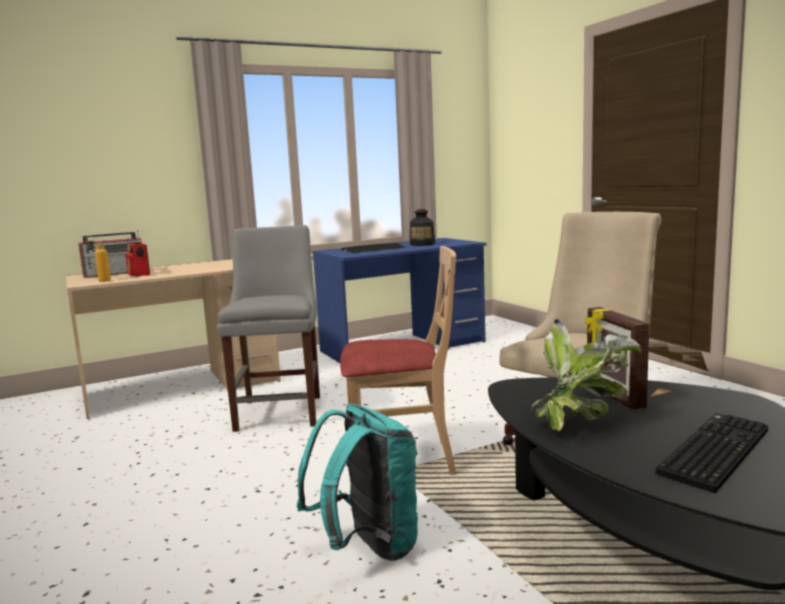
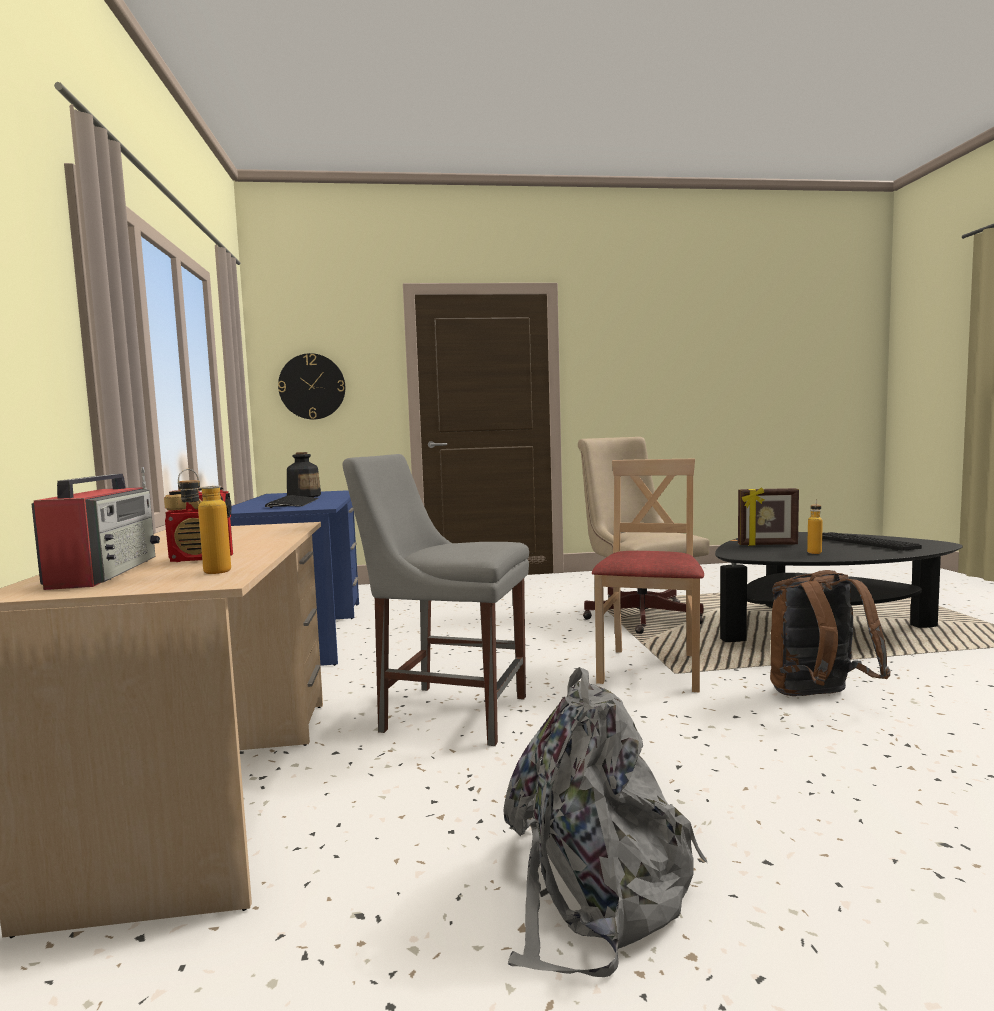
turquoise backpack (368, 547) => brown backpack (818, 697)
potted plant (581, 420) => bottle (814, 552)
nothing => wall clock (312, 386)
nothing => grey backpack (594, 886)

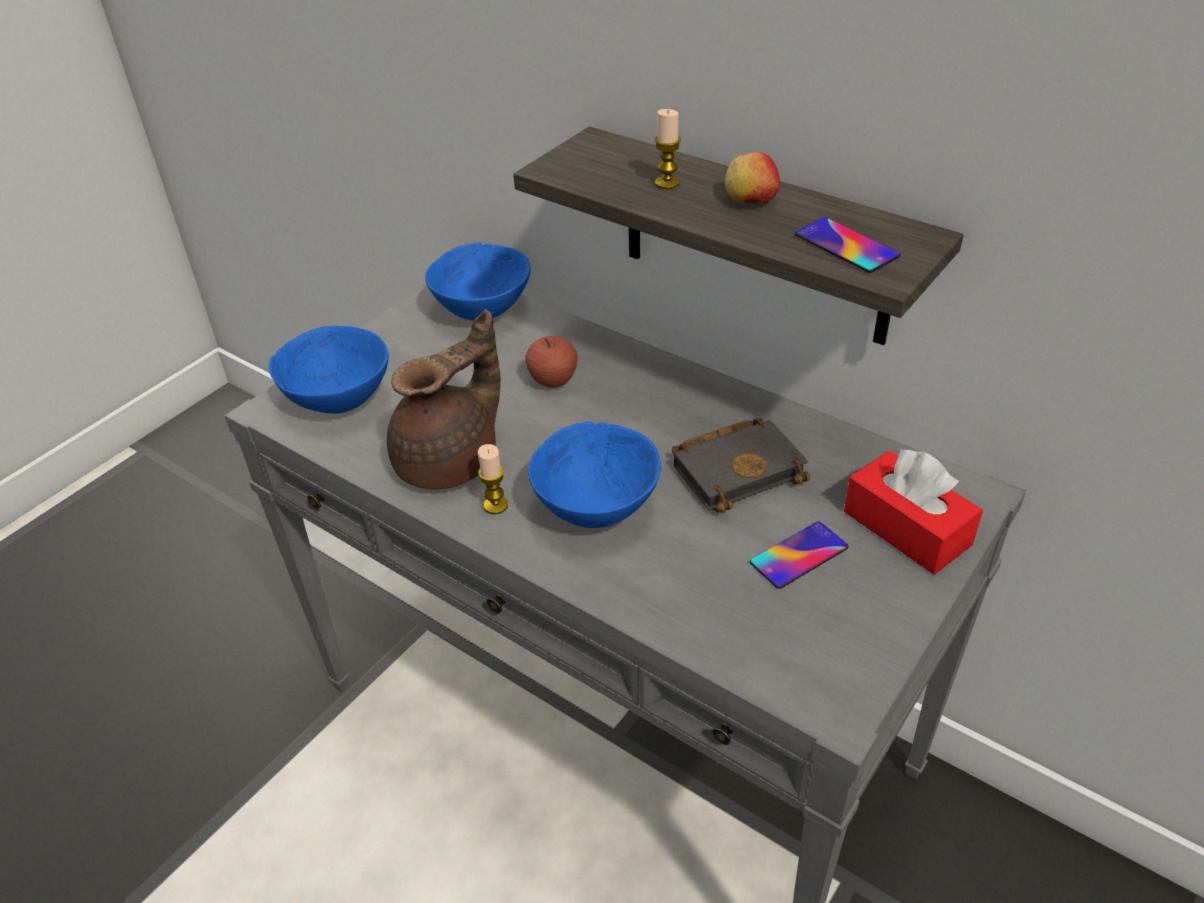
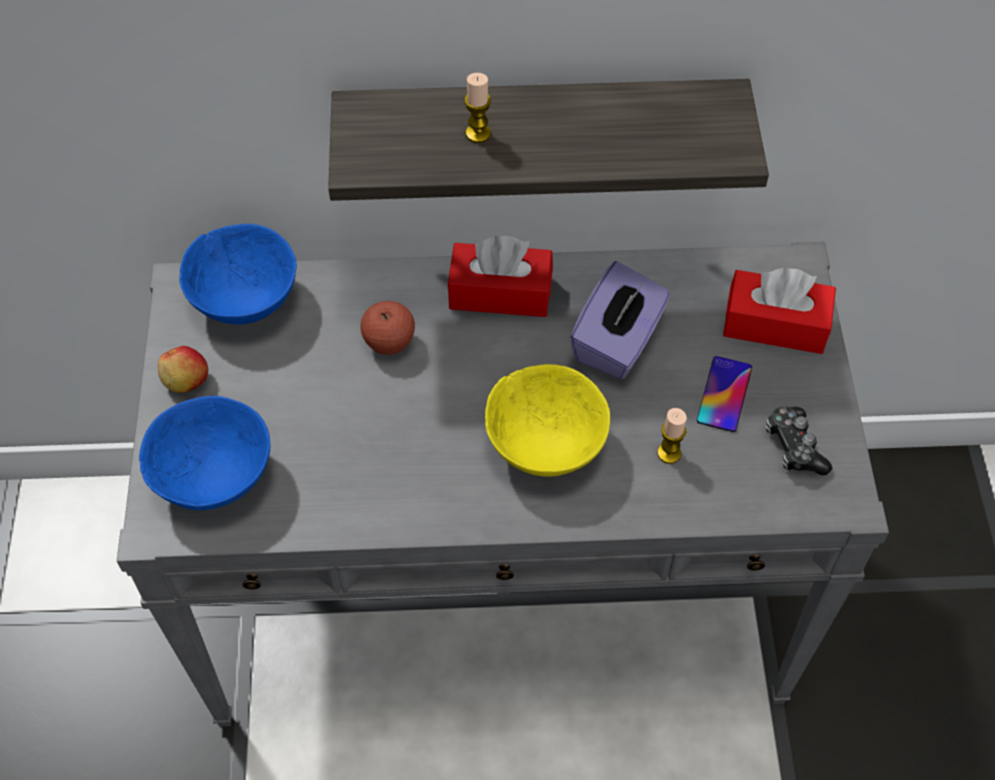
brown teapot (451, 460) => nothing
candle (495, 505) => candle (669, 453), moved
blue bowl (598, 509) => yellow bowl (547, 446)
black book (739, 468) => purple tissue box (618, 342)
apple (750, 200) => apple (186, 381), moved
phone (846, 245) => nothing
nothing => red tissue box (500, 293)
nothing => game controller (794, 447)

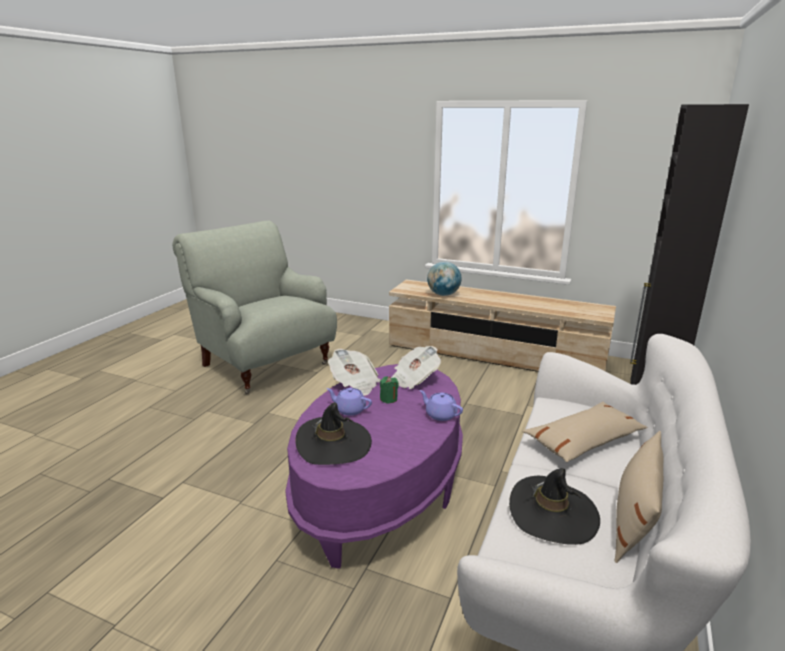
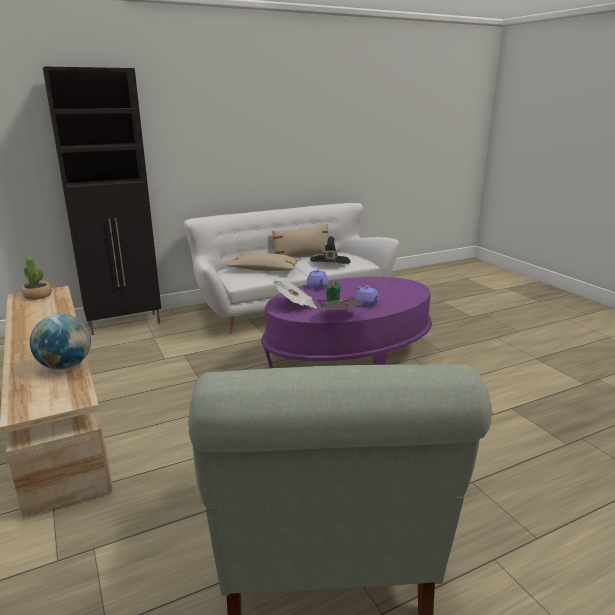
black hat (333, 444) => nothing
nothing => potted plant (38, 295)

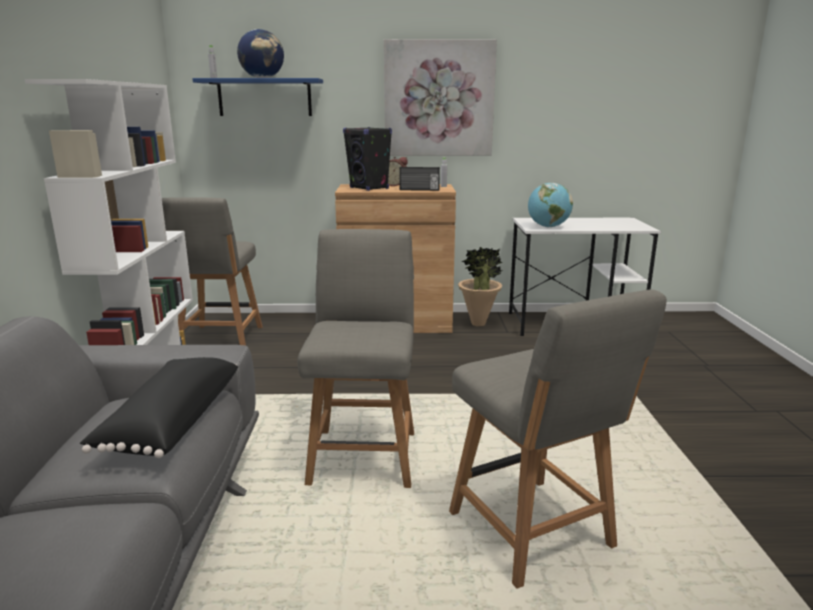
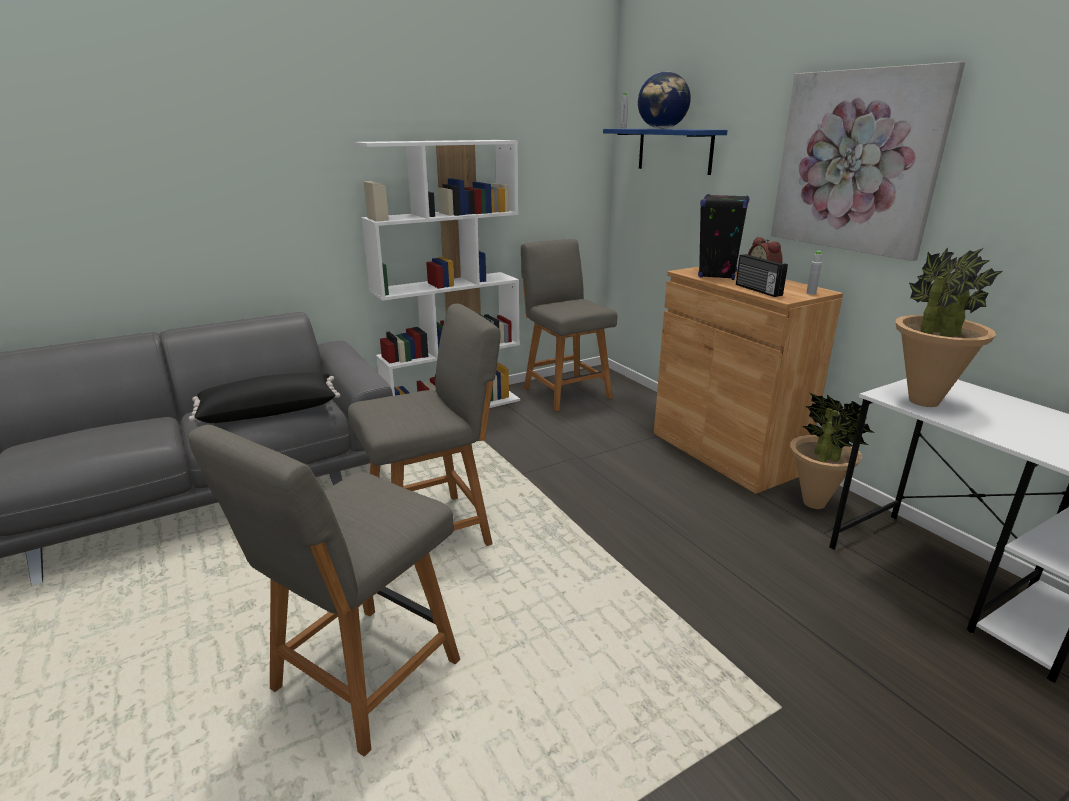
grey chair (220, 339) => grey chair (565, 392), 90 degrees clockwise
globe (548, 227) => potted plant (923, 401)

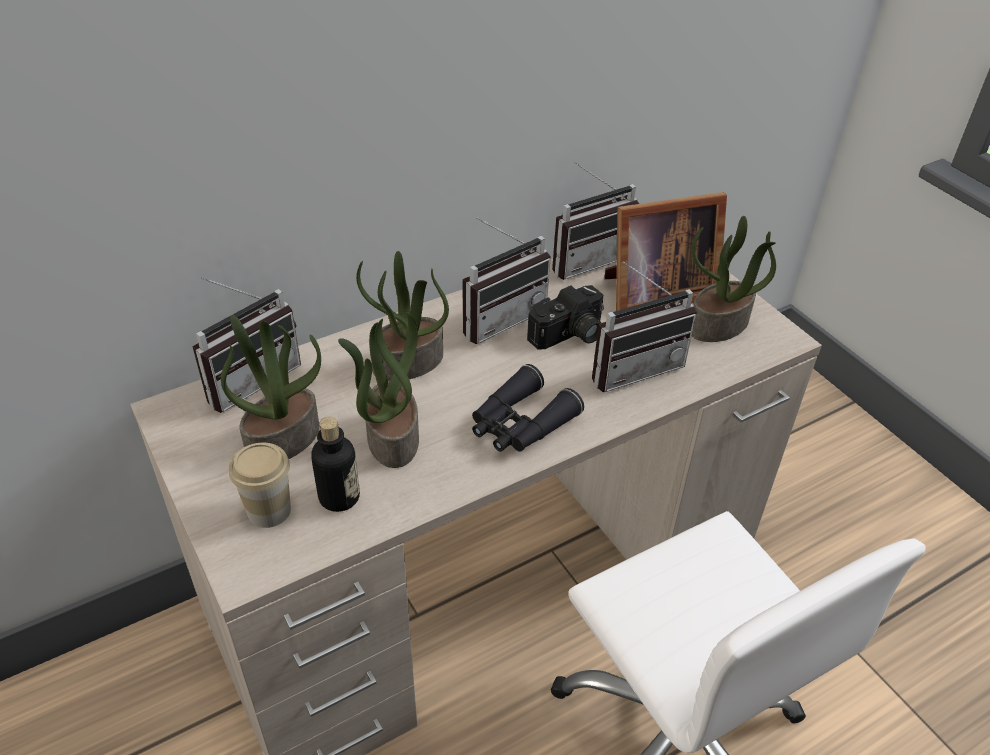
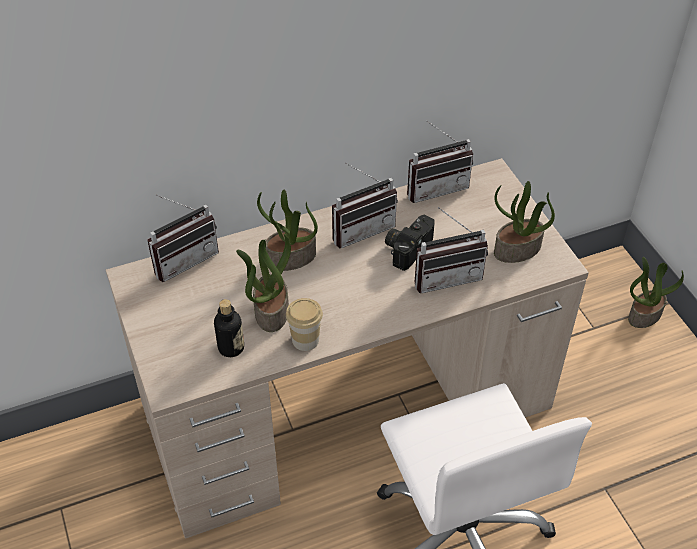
potted plant (283, 439) => potted plant (644, 314), moved
cup (269, 510) => cup (305, 340), moved
black binoculars (520, 424) => nothing
photo camera (569, 335) => photo camera (407, 248), 150 degrees clockwise
picture frame (654, 293) => nothing

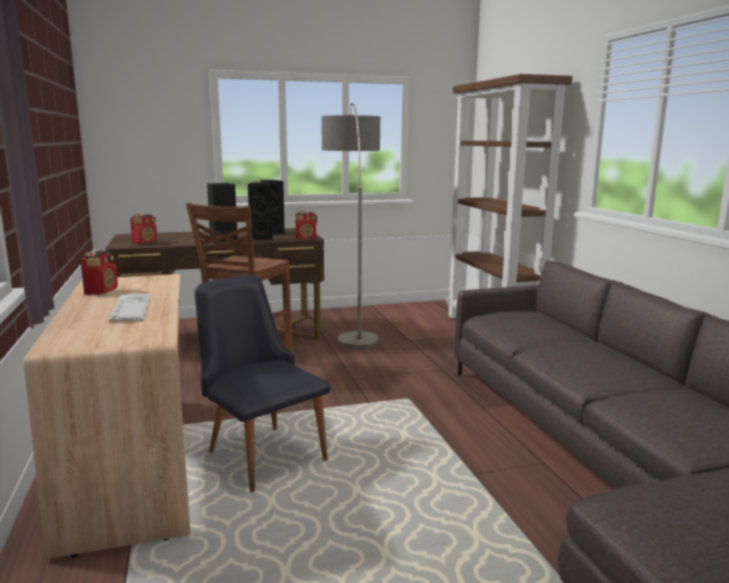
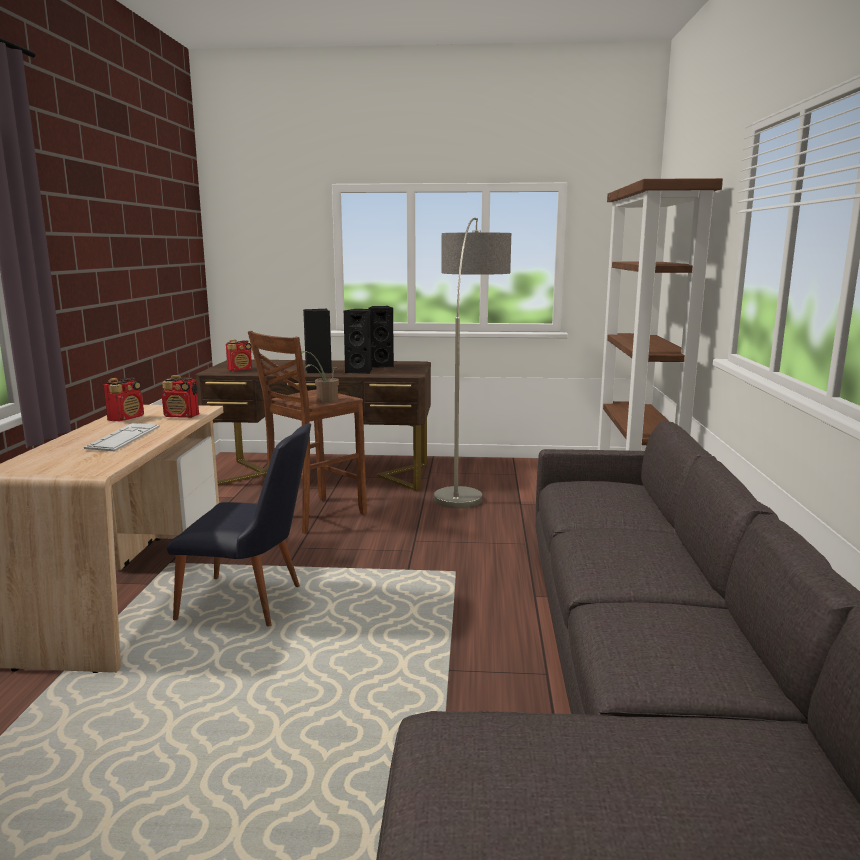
black chair (261, 452) => black chair (252, 604), 120 degrees clockwise
radio (306, 238) => radio (182, 416), moved
nothing => potted plant (324, 400)

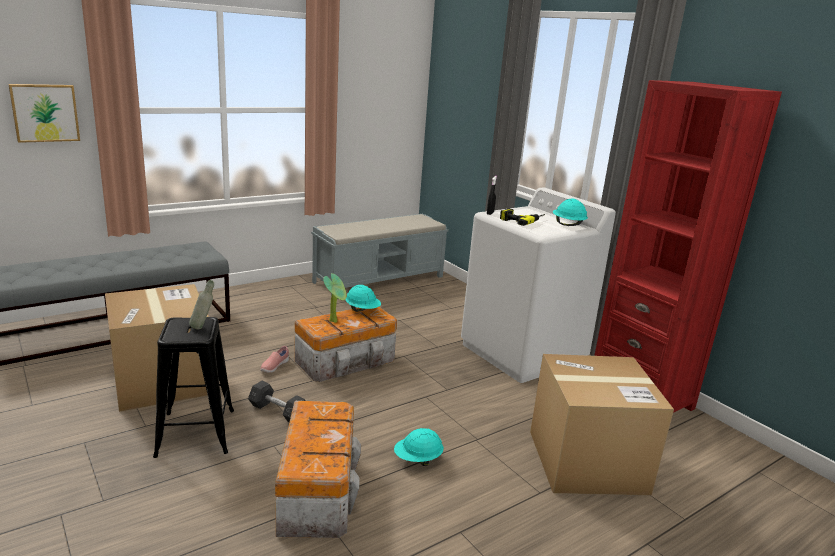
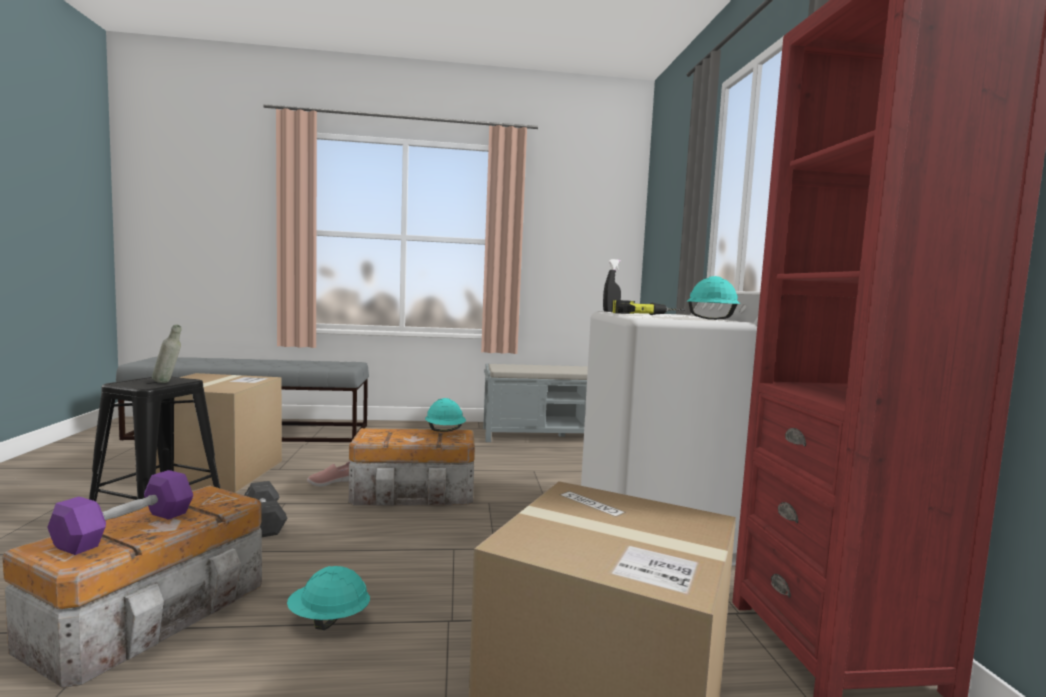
picture (45, 112) => nothing
potted plant (335, 320) => nothing
nothing => purple dumbbell (127, 529)

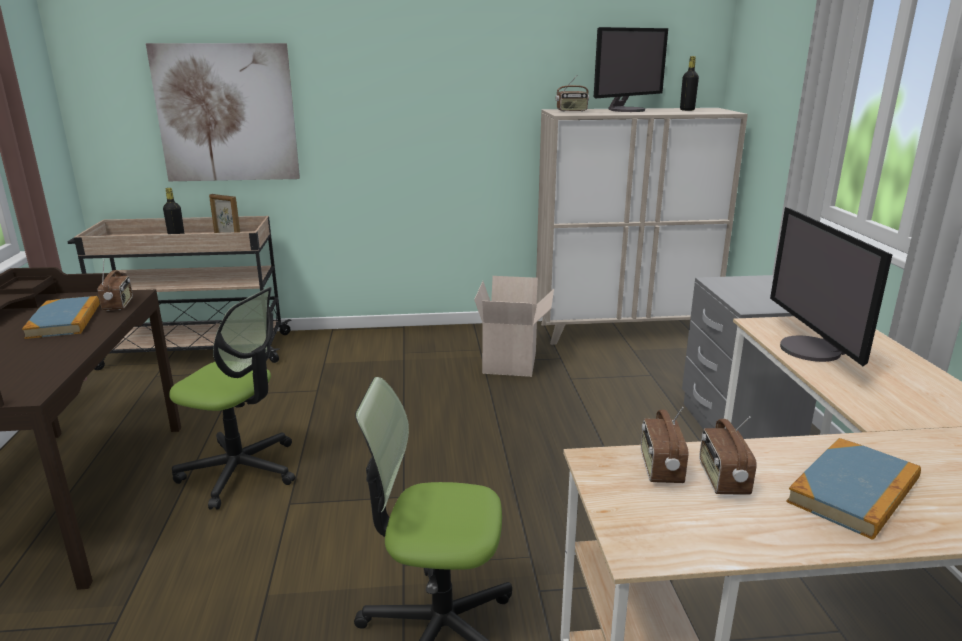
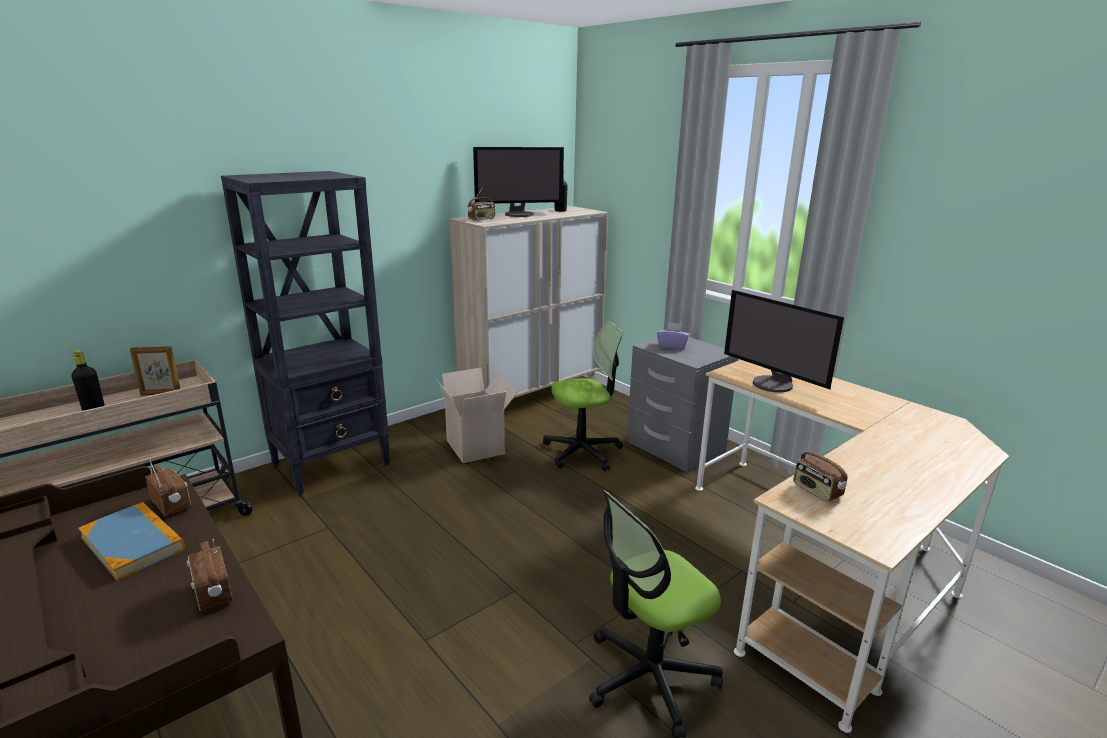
picture (226, 113) => nothing
office chair (240, 471) => office chair (582, 451), moved
monitor (627, 110) => monitor (519, 214), 60 degrees clockwise
radio (722, 479) => radio (212, 593), moved
book (854, 491) => nothing
nothing => black bookcase (332, 464)
nothing => purple tissue box (672, 346)

